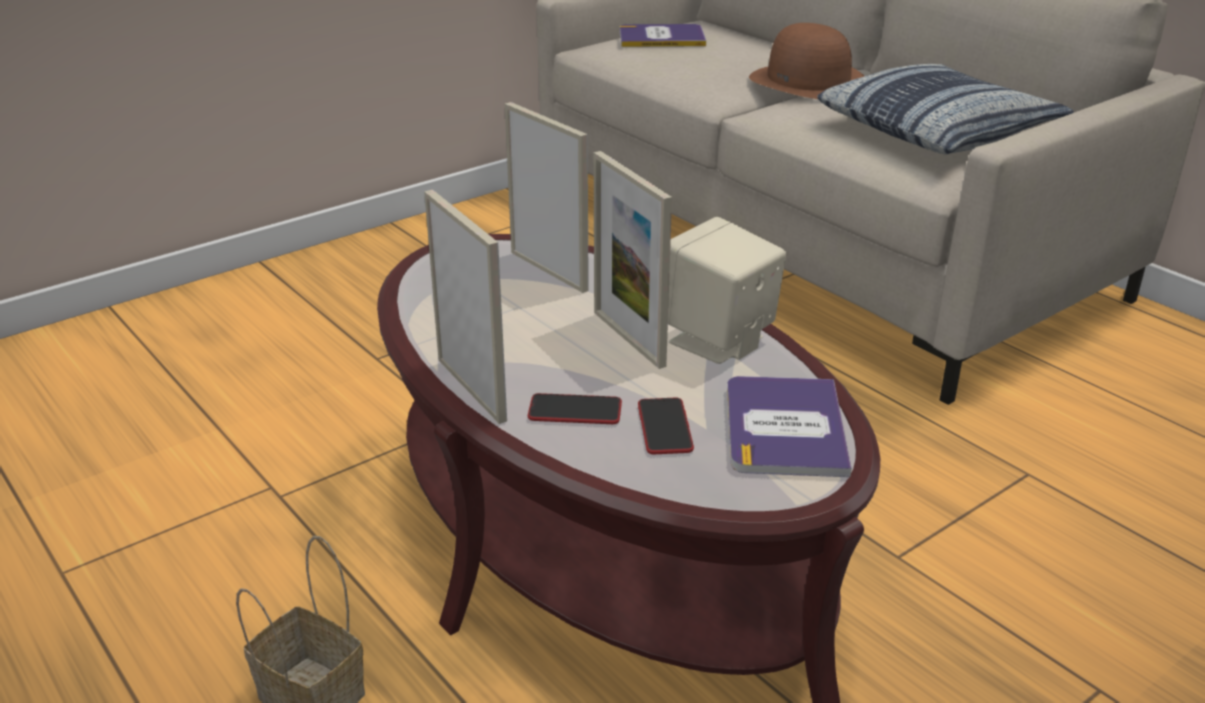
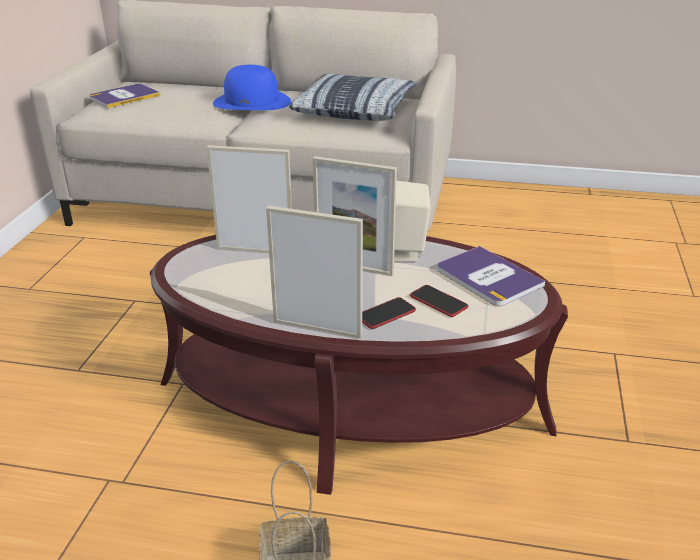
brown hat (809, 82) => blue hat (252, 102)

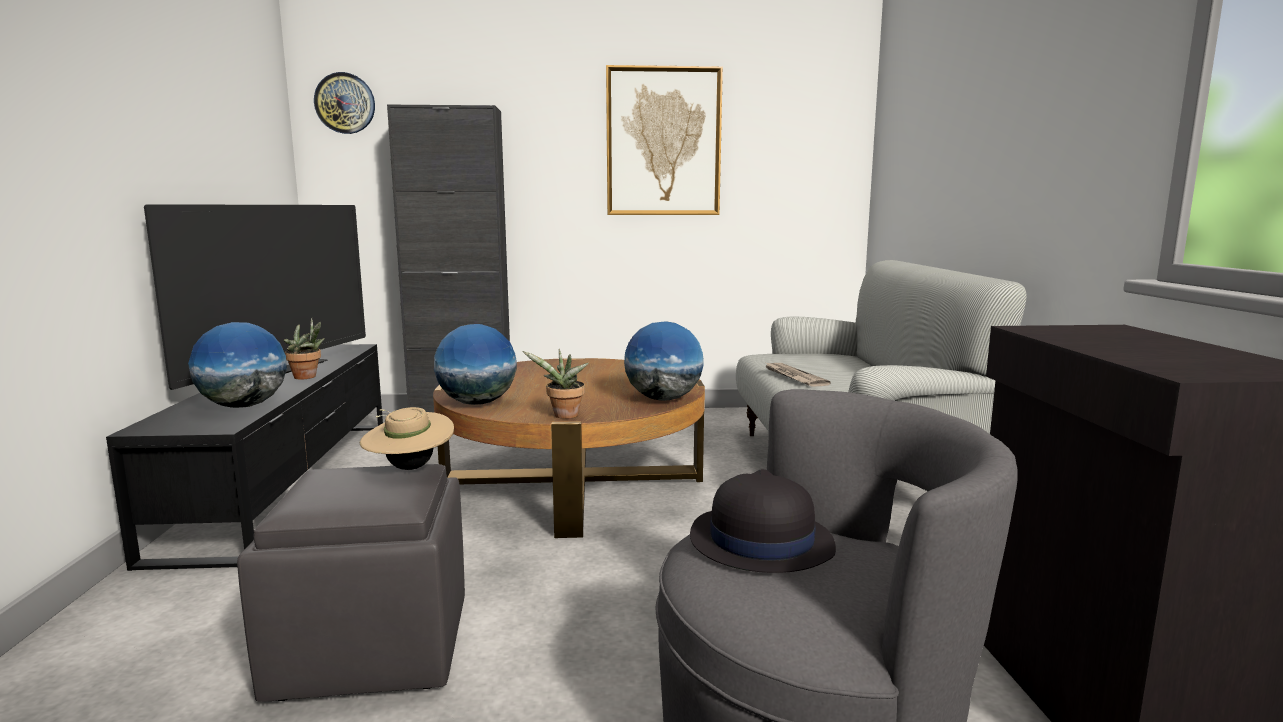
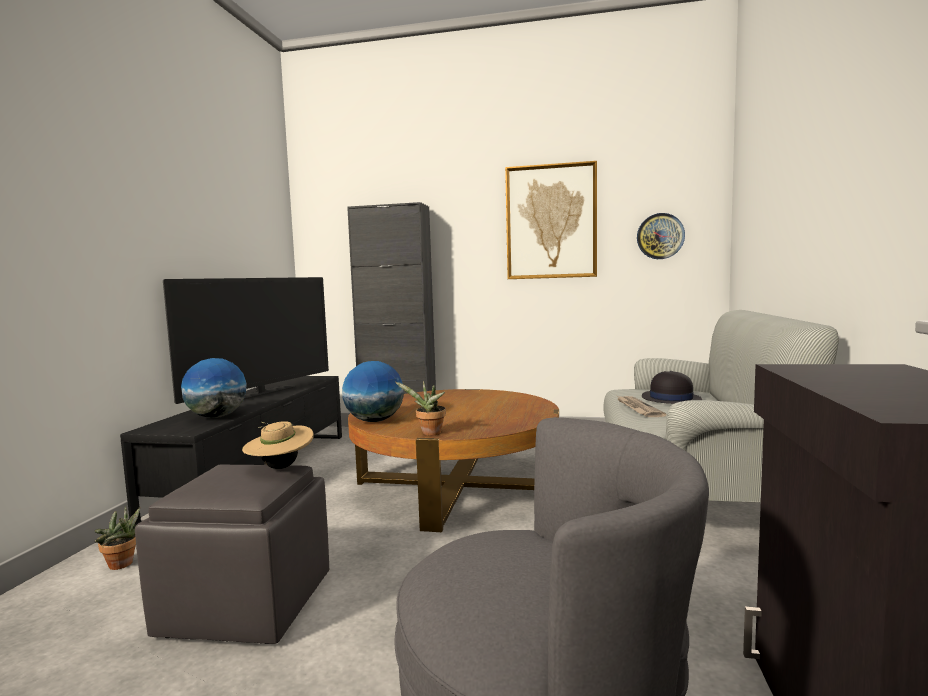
potted plant (308, 377) => potted plant (123, 565), moved
wall clock (345, 103) => wall clock (660, 236), moved
globe (663, 399) => nothing
black hat (760, 541) => black hat (670, 399), moved

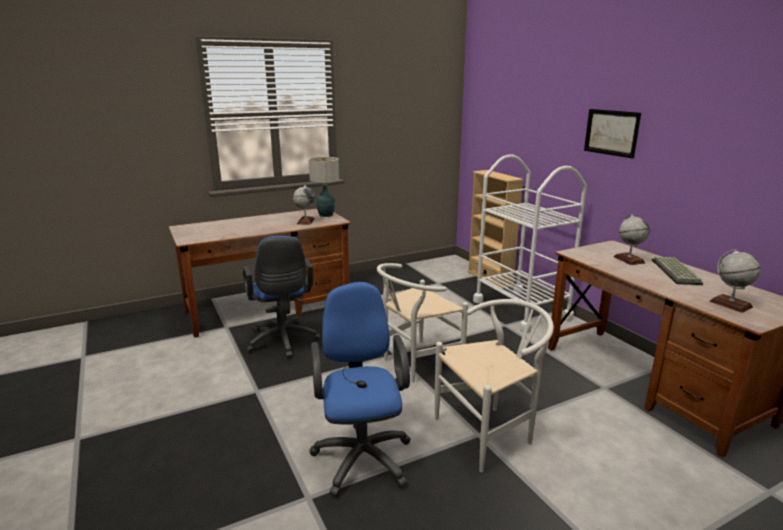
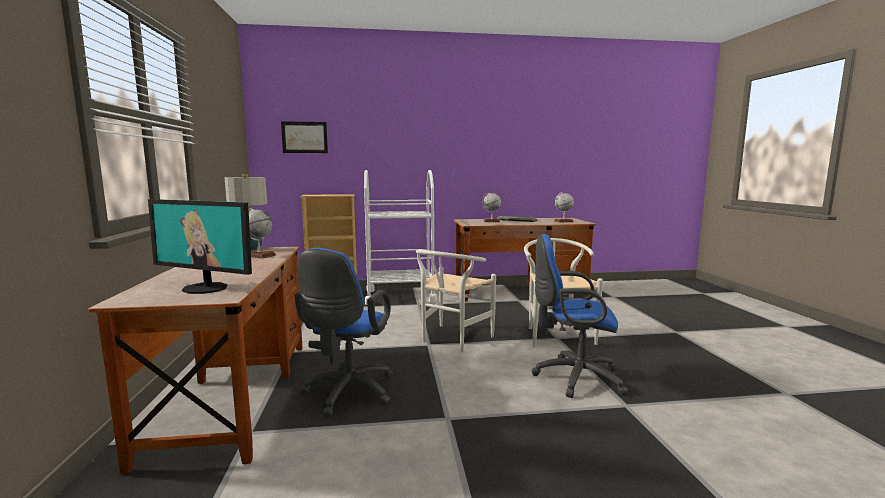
blue office chair (283, 342) => blue office chair (347, 394), 105 degrees clockwise
white chair (415, 364) => white chair (452, 340), 45 degrees clockwise
picture (611, 132) => picture (304, 137), moved
nothing => monitor (206, 288)

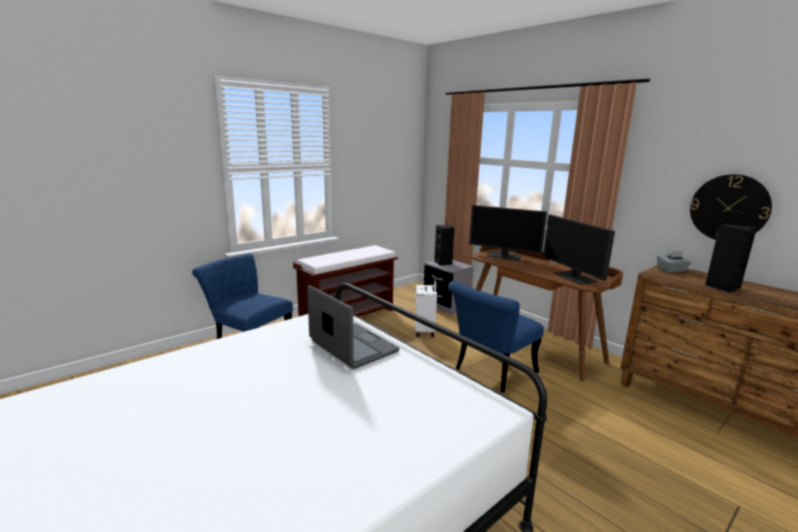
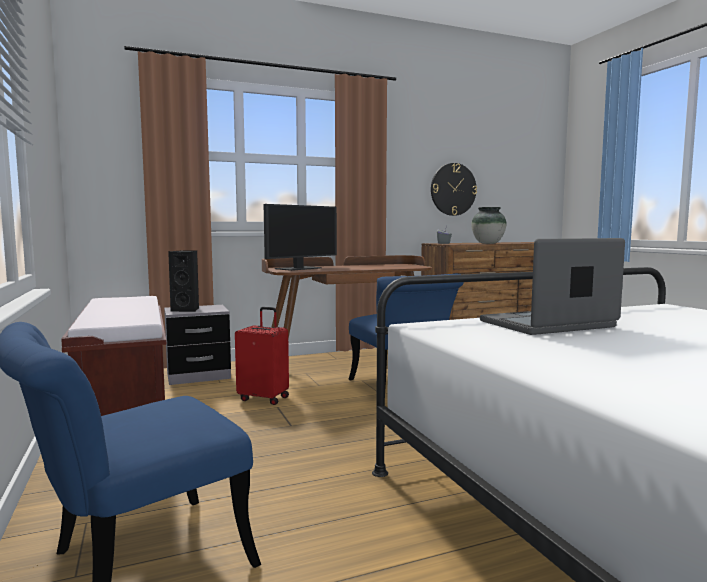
white suitcase (425, 331) => red suitcase (264, 398)
monitor (575, 277) => nothing
black speaker (722, 287) => vase (487, 243)

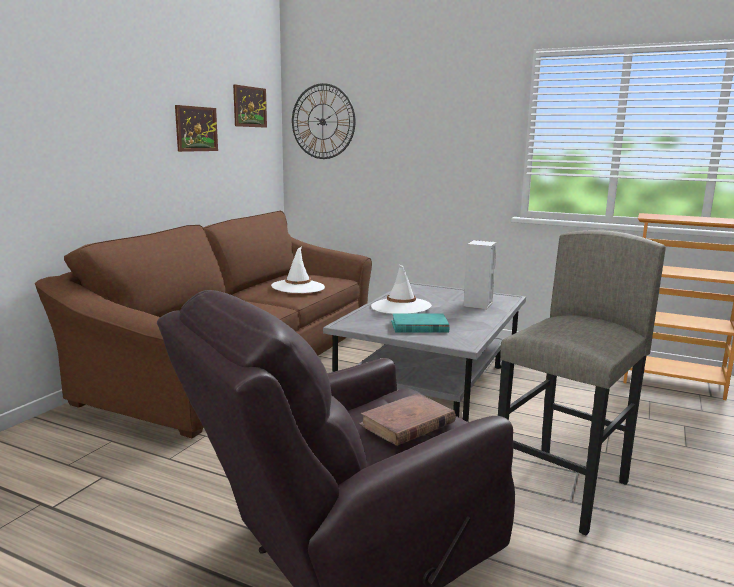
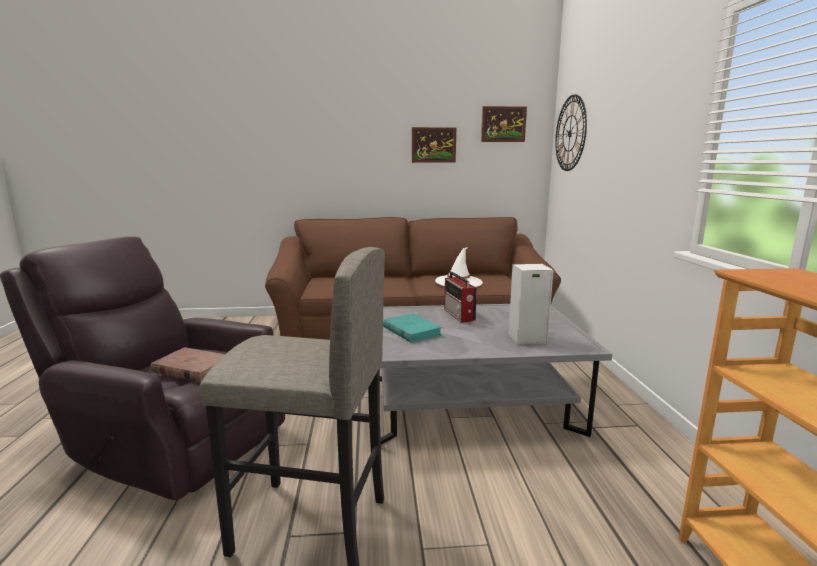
white hat (401, 306) => radio (459, 315)

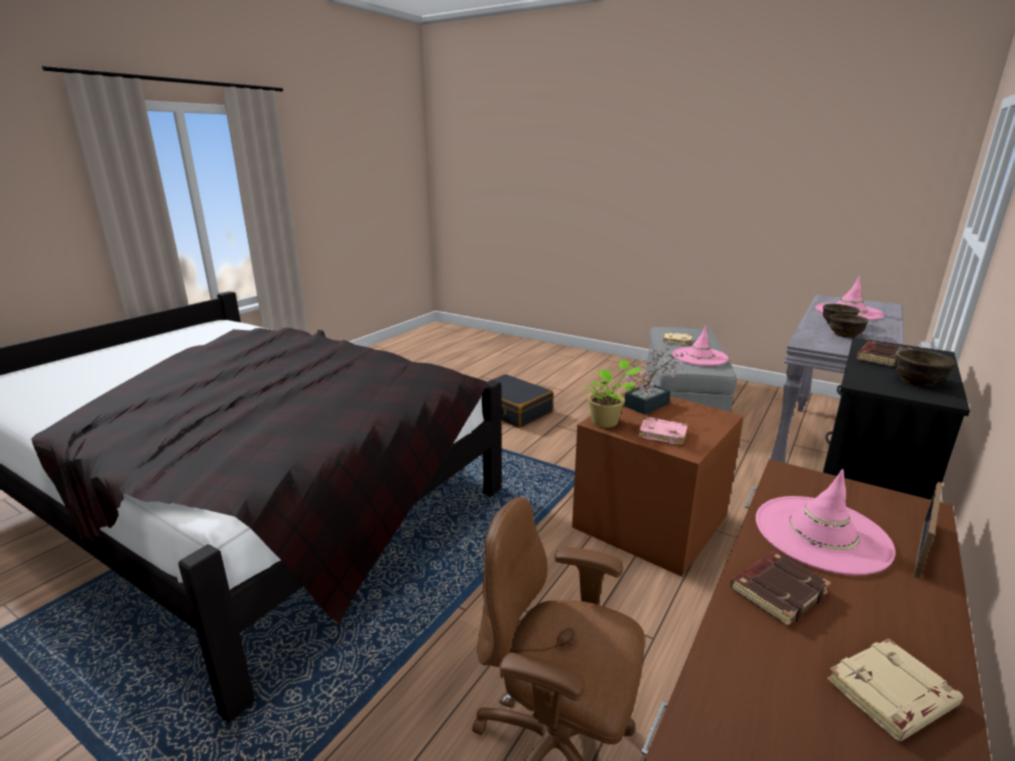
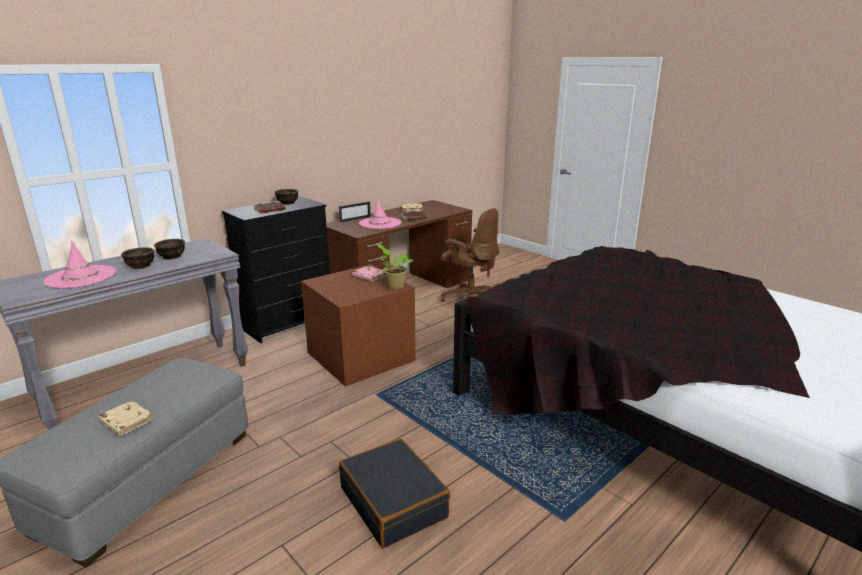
potted plant (650, 403) => nothing
pink hat (699, 356) => nothing

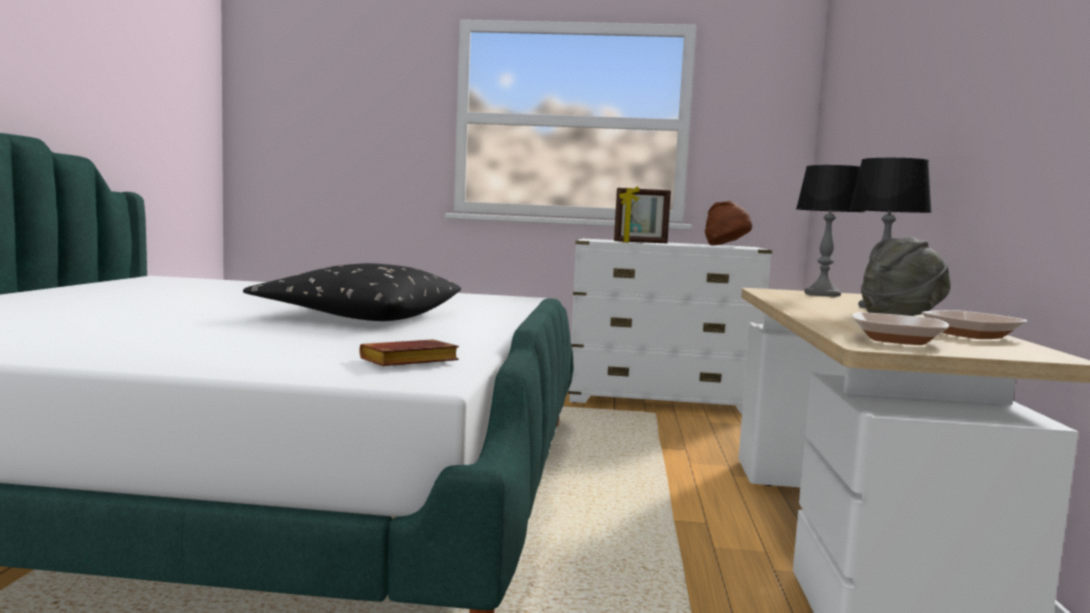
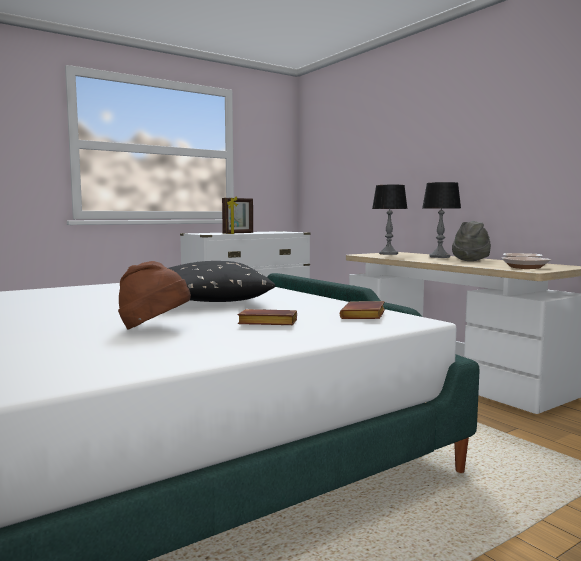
brown hat (726, 246) => brown hat (154, 328), moved
nothing => brown book (266, 324)

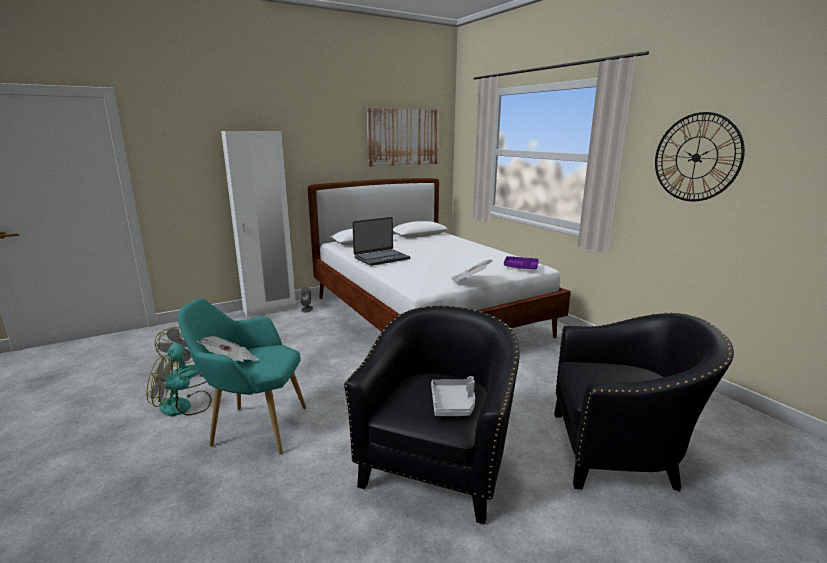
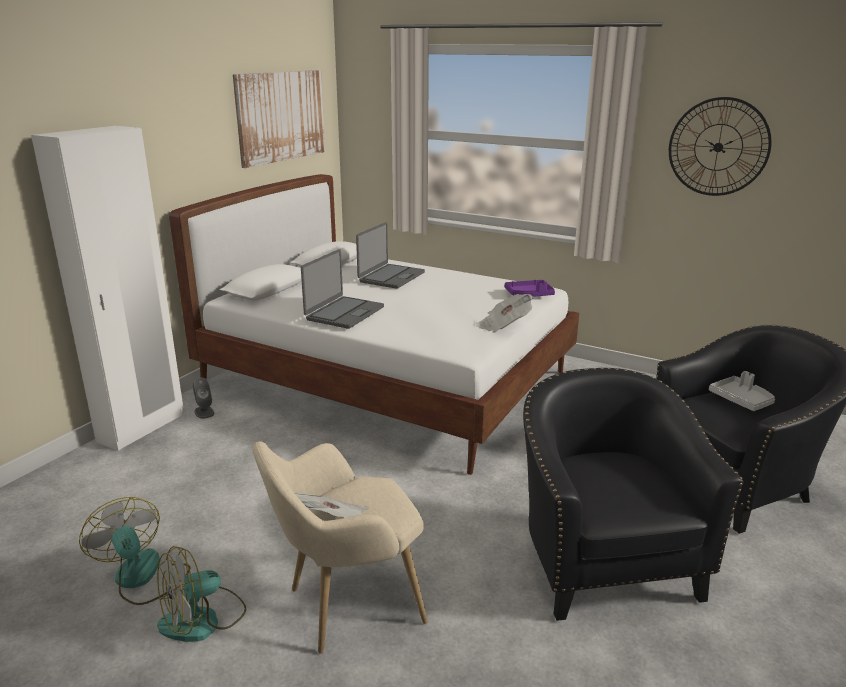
turquoise armchair (253, 427) => beige armchair (346, 605)
grey tray (453, 404) => grey tray (741, 400), moved
nothing => laptop (391, 277)

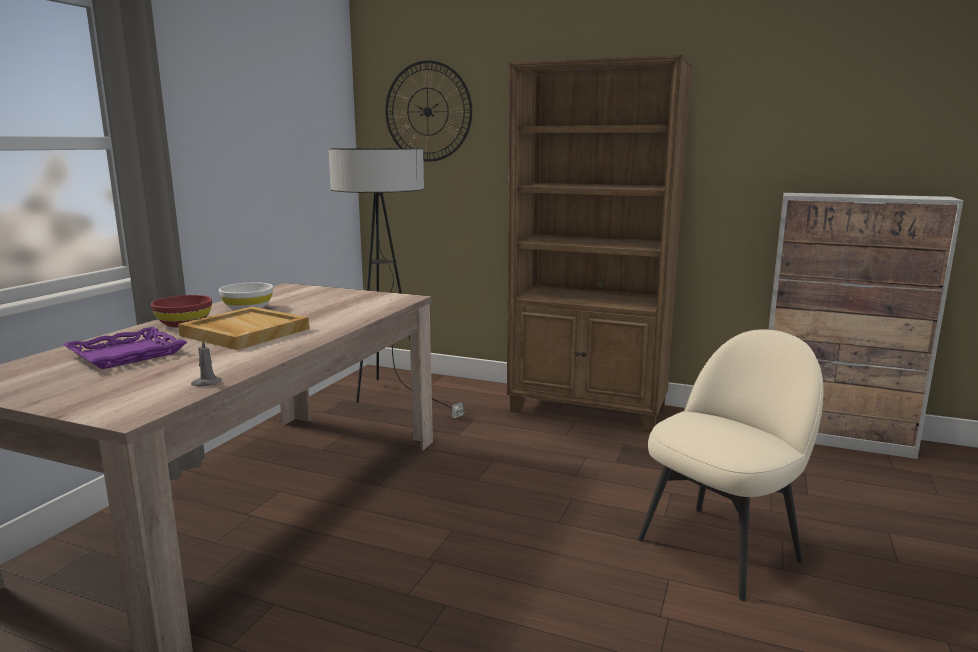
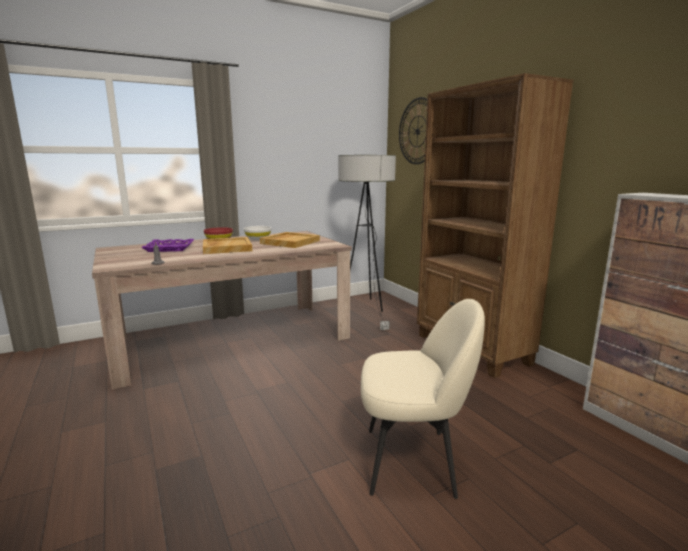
nothing => beige tray (290, 242)

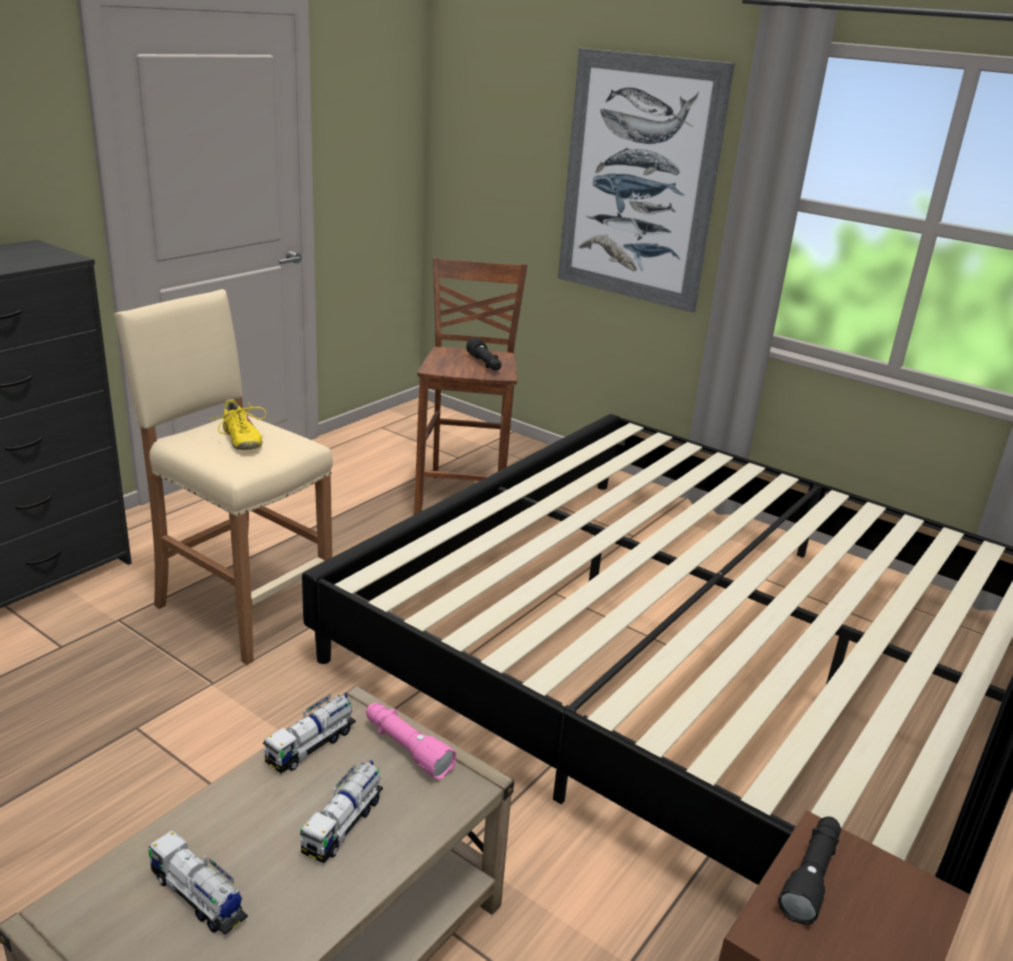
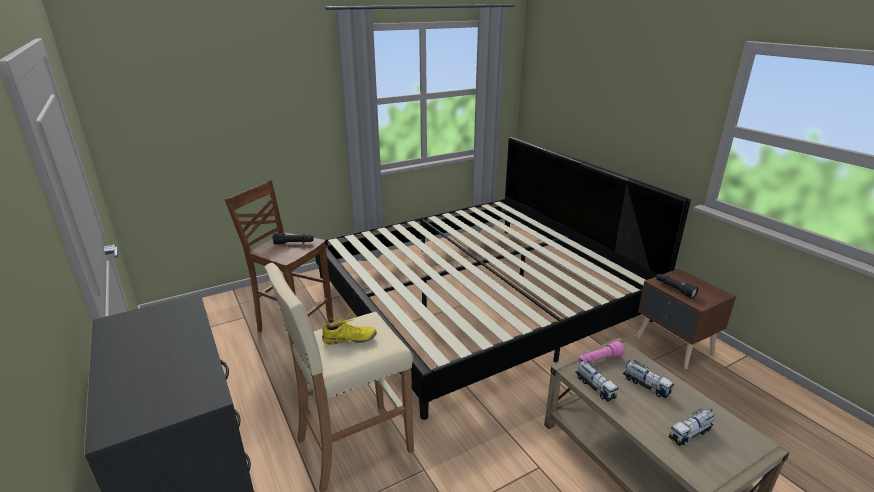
picture (638, 181) => nothing

